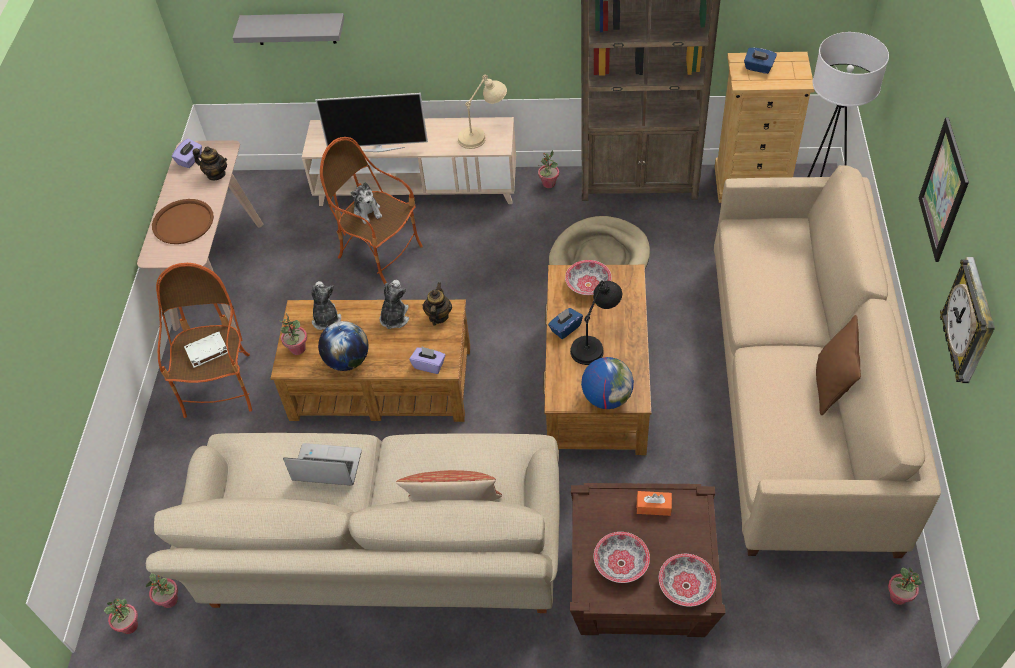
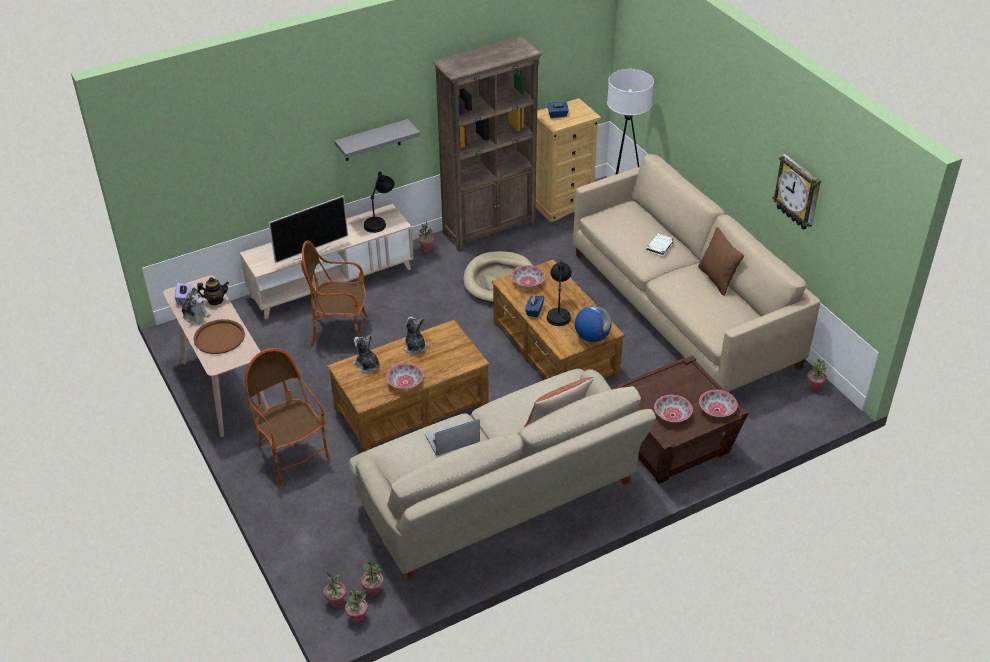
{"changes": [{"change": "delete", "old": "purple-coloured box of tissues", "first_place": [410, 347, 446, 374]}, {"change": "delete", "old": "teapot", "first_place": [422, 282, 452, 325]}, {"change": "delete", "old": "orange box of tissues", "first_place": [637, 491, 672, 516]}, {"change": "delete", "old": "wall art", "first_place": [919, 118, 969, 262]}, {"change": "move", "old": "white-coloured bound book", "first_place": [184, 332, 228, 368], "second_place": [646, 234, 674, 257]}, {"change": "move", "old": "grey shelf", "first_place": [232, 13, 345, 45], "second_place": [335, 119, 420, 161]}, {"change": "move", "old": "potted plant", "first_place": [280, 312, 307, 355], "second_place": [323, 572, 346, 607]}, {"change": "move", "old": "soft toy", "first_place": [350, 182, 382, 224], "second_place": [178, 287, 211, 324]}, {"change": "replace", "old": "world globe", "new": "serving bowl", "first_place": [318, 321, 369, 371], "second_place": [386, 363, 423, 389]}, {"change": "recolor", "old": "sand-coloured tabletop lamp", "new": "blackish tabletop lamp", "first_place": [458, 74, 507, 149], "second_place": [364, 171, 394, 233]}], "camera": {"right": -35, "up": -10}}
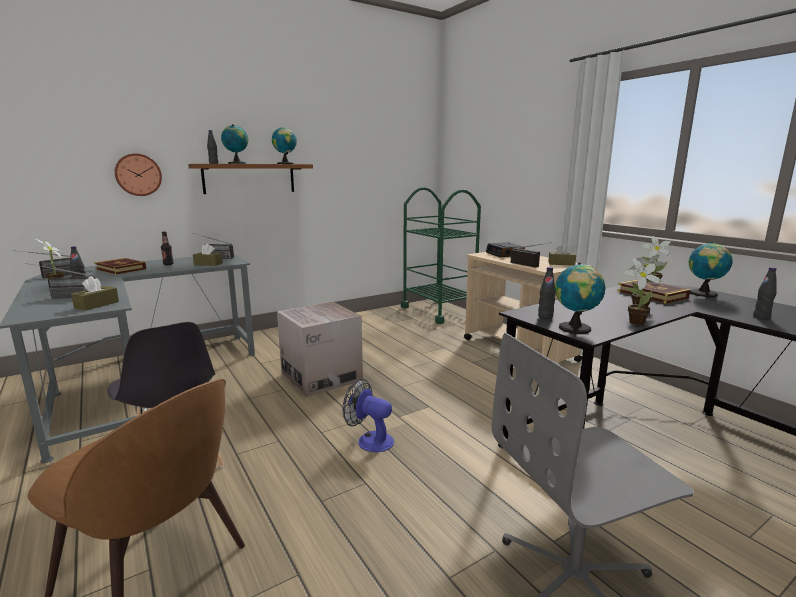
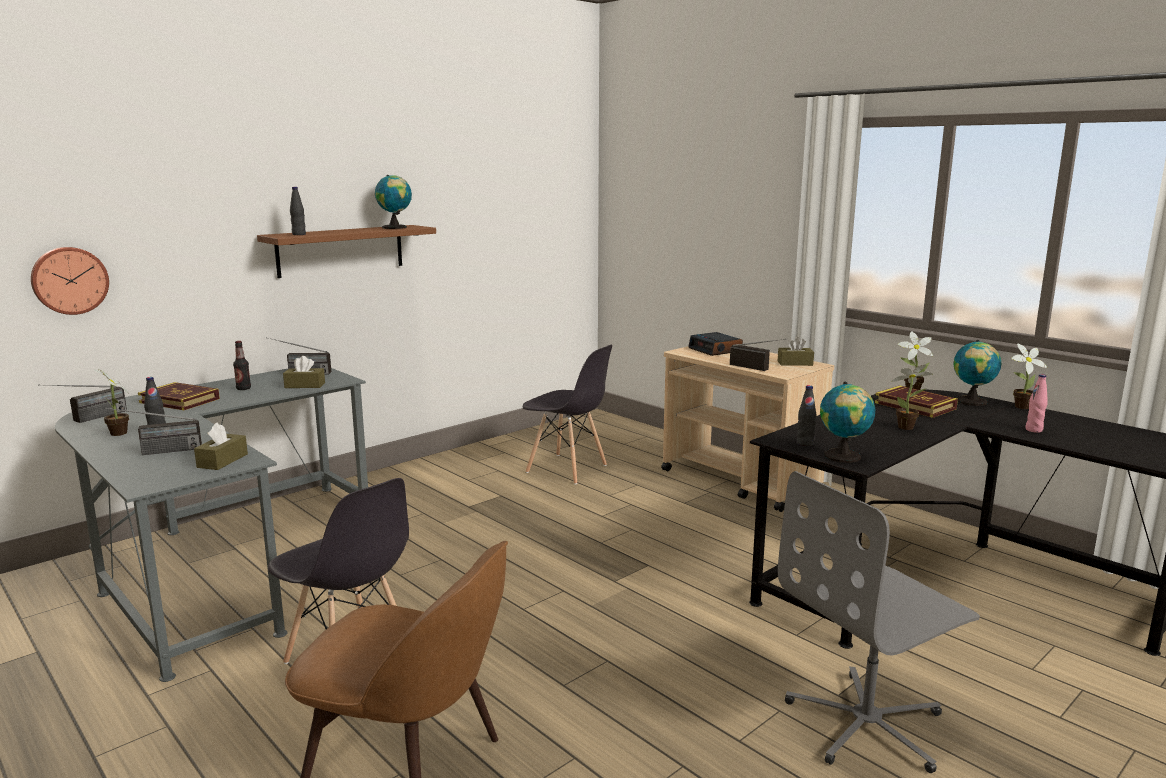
{"changes": [{"change": "delete", "old": "world globe", "first_place": [221, 124, 248, 164]}, {"change": "delete", "old": "cardboard box", "first_place": [277, 302, 363, 397]}, {"change": "delete", "old": "fan", "first_place": [342, 379, 394, 452]}, {"change": "delete", "old": "green-coloured wheeled cart", "first_place": [401, 187, 481, 324]}, {"change": "insert", "new": "grey plain chair", "second_place": [523, 345, 612, 485]}, {"change": "move", "old": "wall clock", "first_place": [114, 153, 162, 196], "second_place": [31, 247, 109, 315]}, {"change": "move", "old": "potted plant", "first_place": [624, 258, 663, 325], "second_place": [1011, 343, 1047, 409]}, {"change": "recolor", "old": "blackish beverage bottle", "new": "pink-coloured beverage bottle", "first_place": [753, 267, 777, 320], "second_place": [1025, 374, 1048, 433]}], "camera": {"right": -10, "up": 0}}
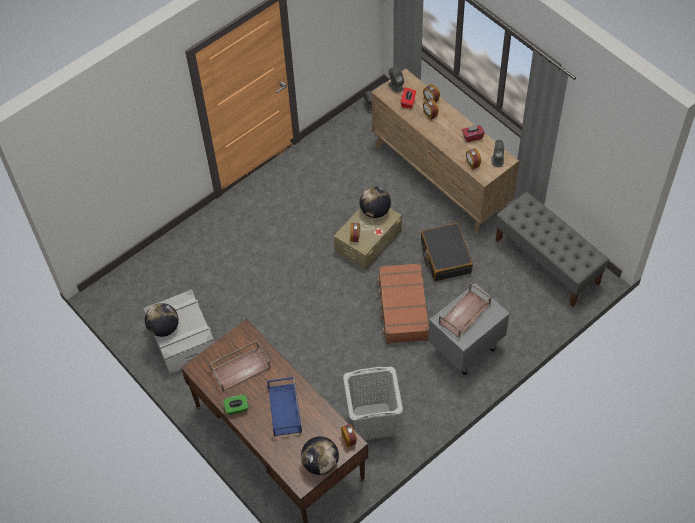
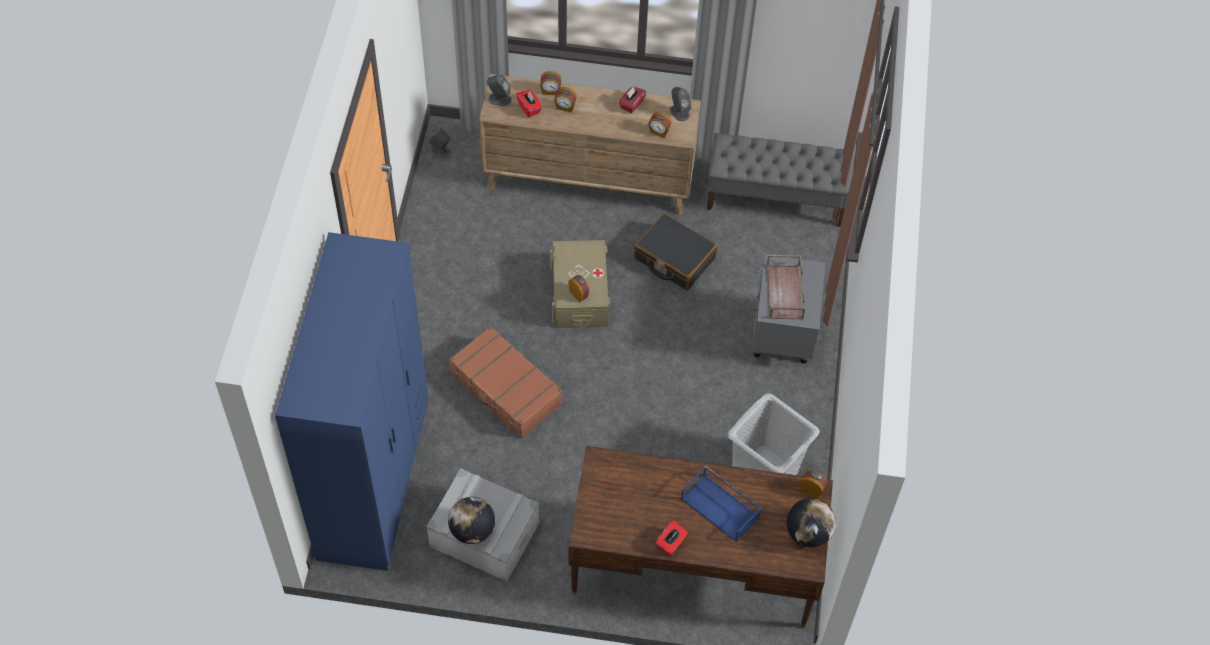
{"changes": [{"change": "delete", "old": "brown-coloured carrying tray", "first_place": [209, 340, 271, 392]}, {"change": "delete", "old": "world globe", "first_place": [359, 186, 391, 218]}, {"change": "insert", "new": "blue armoire", "second_place": [275, 232, 428, 571]}, {"change": "move", "old": "brown-coloured travel case", "first_place": [376, 263, 429, 344], "second_place": [449, 326, 563, 438]}, {"change": "recolor", "old": "green-coloured box of tissues", "new": "reddish box of tissues", "first_place": [223, 395, 249, 415], "second_place": [655, 520, 688, 556]}], "camera": {"right": -45, "up": 0}}
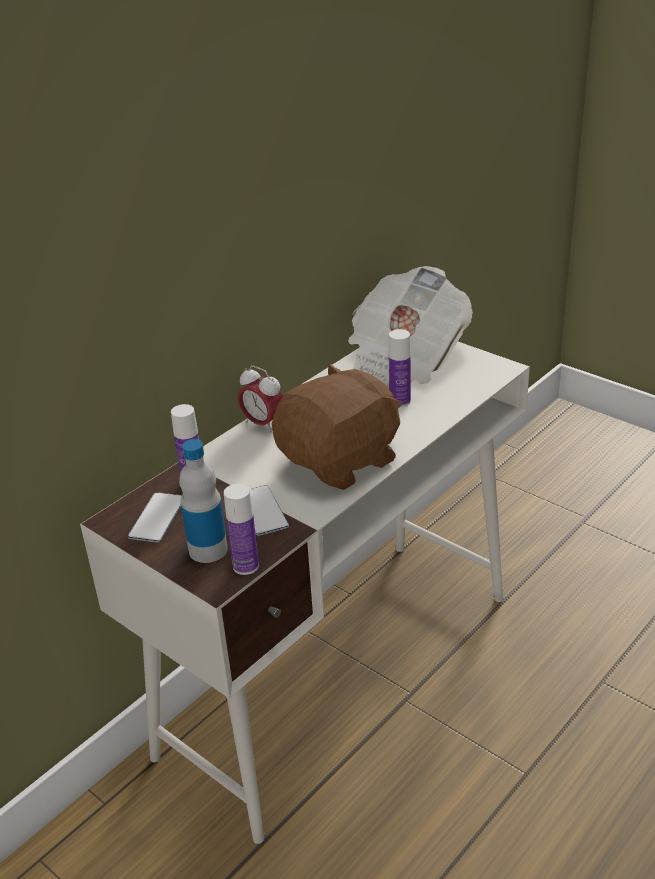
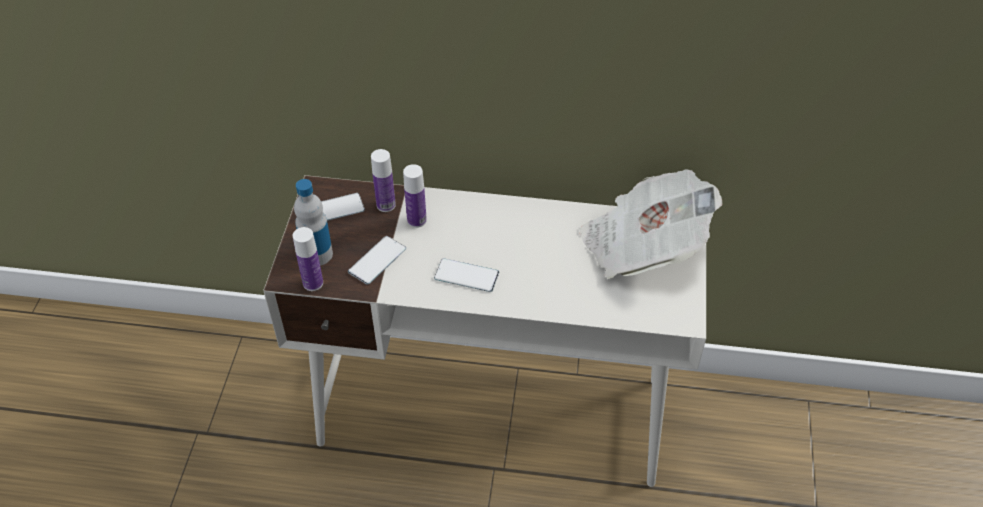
{"changes": [{"change": "delete", "old": "bedside clock", "first_place": [238, 366, 283, 433]}, {"change": "move", "old": "beverage bottle", "first_place": [389, 329, 411, 407], "second_place": [403, 164, 427, 228]}, {"change": "replace", "old": "brown-coloured soft toy", "new": "telephone", "first_place": [272, 363, 402, 490], "second_place": [434, 258, 499, 292]}], "camera": {"right": 55, "up": 15}}
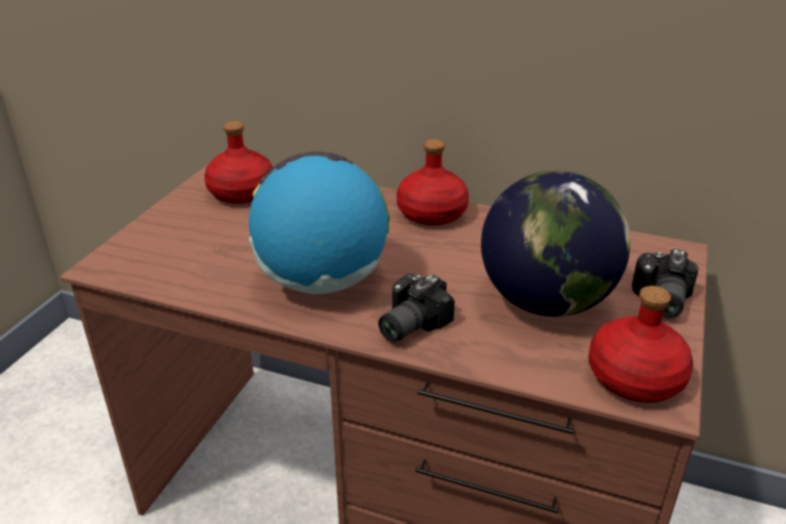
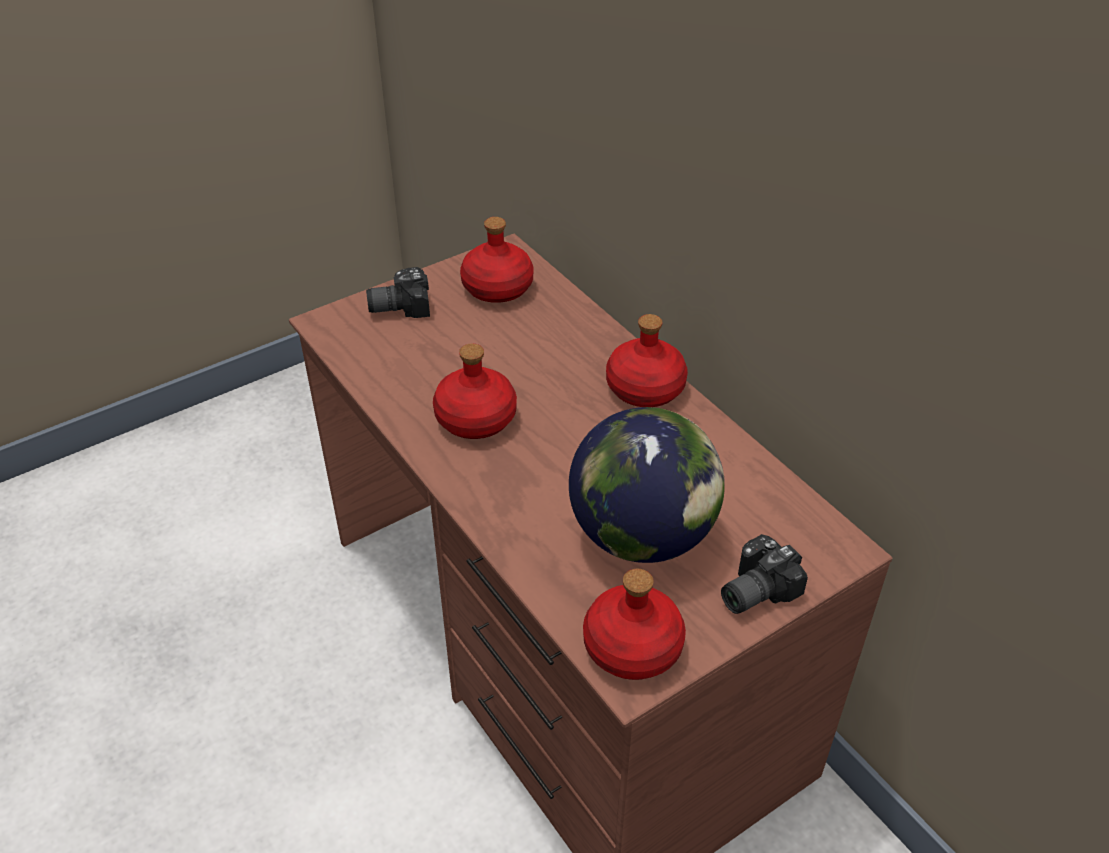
{"changes": [{"change": "move", "old": "photo camera", "first_place": [378, 273, 455, 342], "second_place": [366, 267, 430, 318]}, {"change": "replace", "old": "world globe", "new": "reddish beverage bottle", "first_place": [249, 152, 390, 294], "second_place": [433, 344, 517, 439]}], "camera": {"right": 35, "up": 10}}
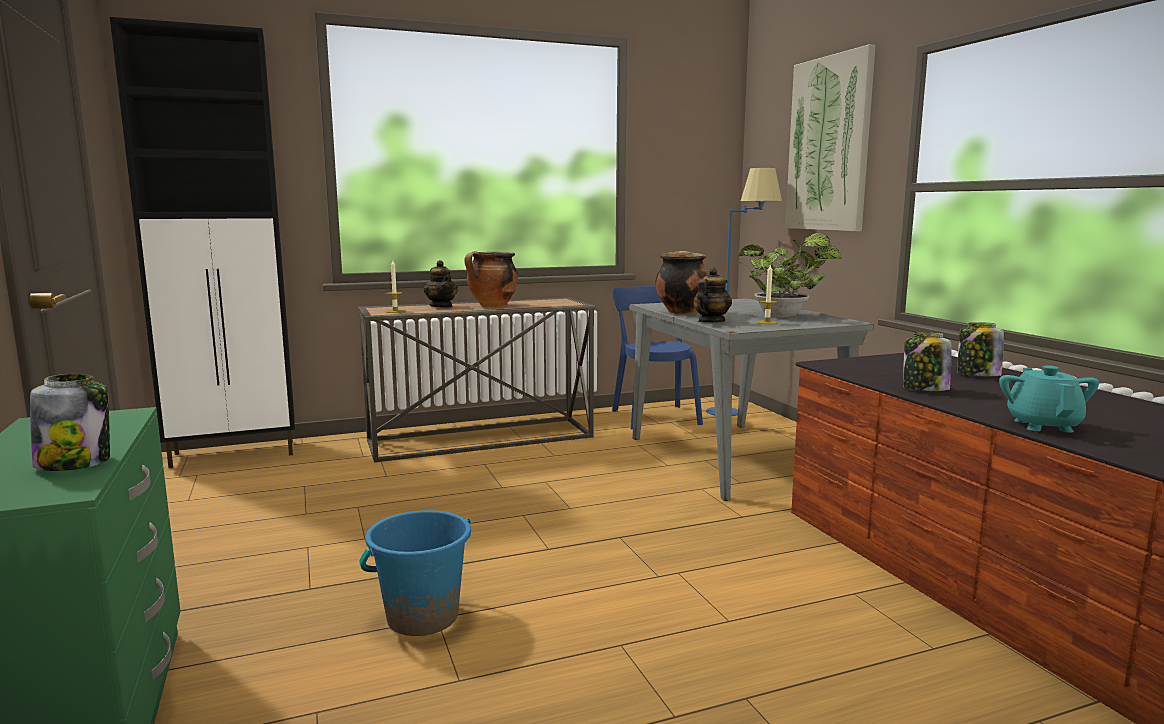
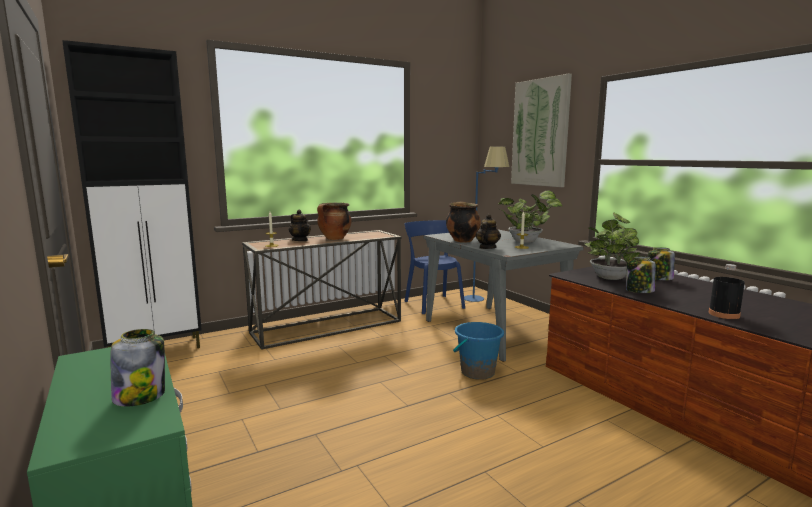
{"changes": [{"change": "insert", "new": "potted plant", "second_place": [584, 212, 640, 280]}, {"change": "move", "old": "blue bucket", "first_place": [359, 510, 471, 636], "second_place": [453, 322, 504, 380]}, {"change": "replace", "old": "blue-green teapot", "new": "blackish beverage bottle", "first_place": [999, 365, 1099, 433], "second_place": [709, 264, 745, 319]}], "camera": {"right": -10, "up": 0}}
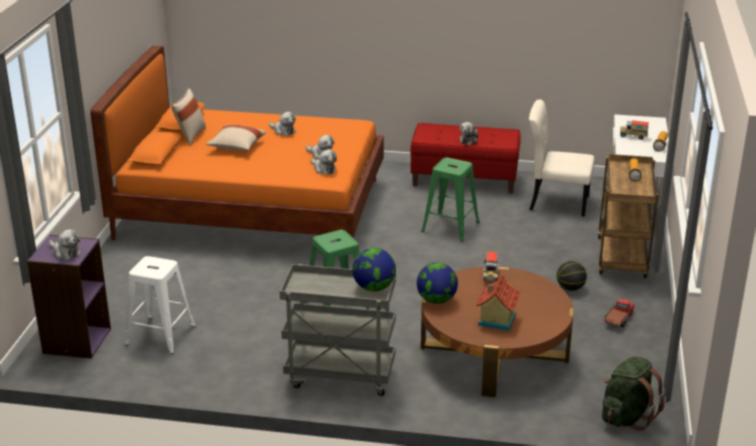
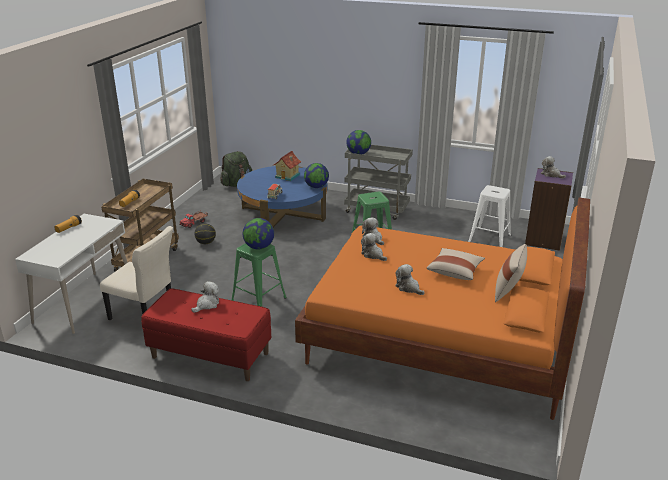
{"changes": [{"change": "delete", "old": "toy lorry", "first_place": [620, 120, 649, 140]}, {"change": "insert", "new": "world globe", "second_place": [243, 218, 274, 250]}, {"change": "recolor", "old": "brown-coloured coffee table", "new": "blue coffee table", "first_place": [421, 267, 574, 397], "second_place": [237, 166, 327, 228]}], "camera": {"right": -170, "up": 0}}
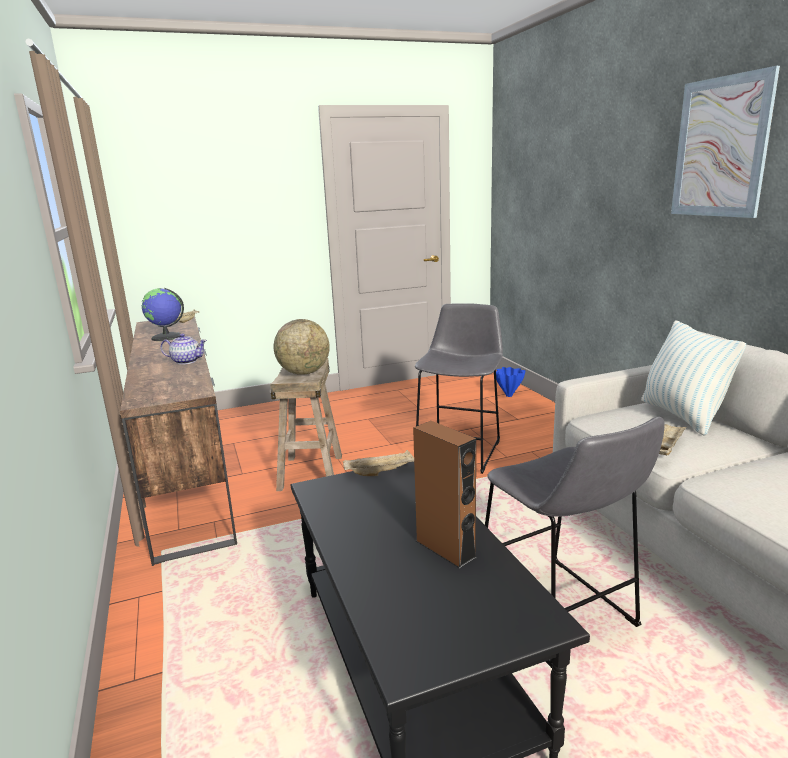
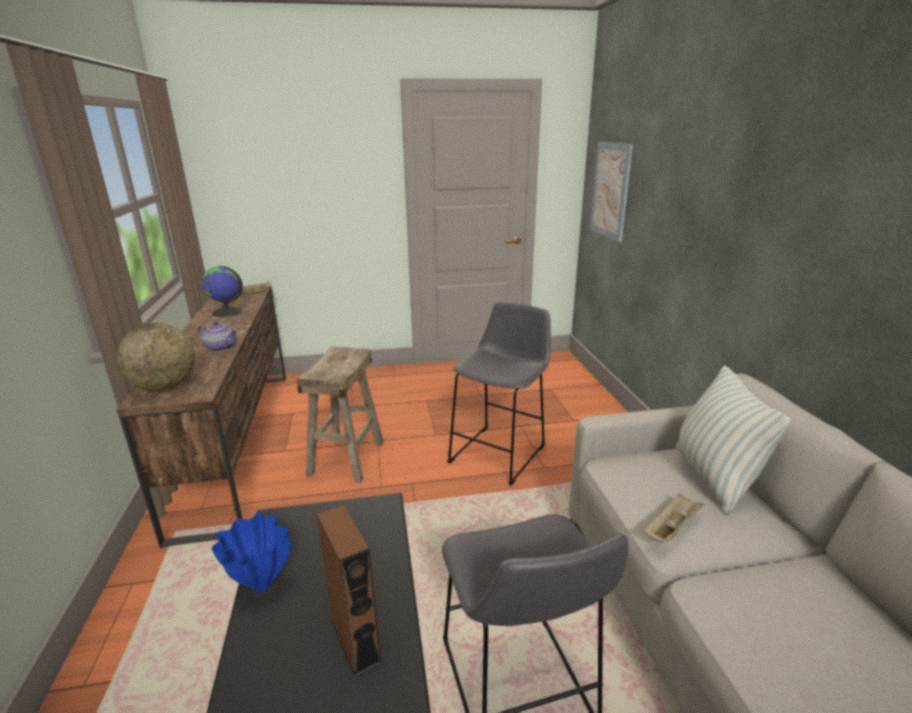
{"changes": [{"change": "delete", "old": "sand-coloured carrying tray", "first_place": [343, 450, 414, 476]}, {"change": "move", "old": "world globe", "first_place": [274, 319, 330, 375], "second_place": [117, 323, 195, 391]}, {"change": "move", "old": "blue vase", "first_place": [496, 367, 526, 397], "second_place": [212, 512, 290, 593]}, {"change": "move", "old": "wall art", "first_place": [671, 66, 780, 218], "second_place": [590, 142, 633, 242]}], "camera": {"right": 10, "up": 5}}
